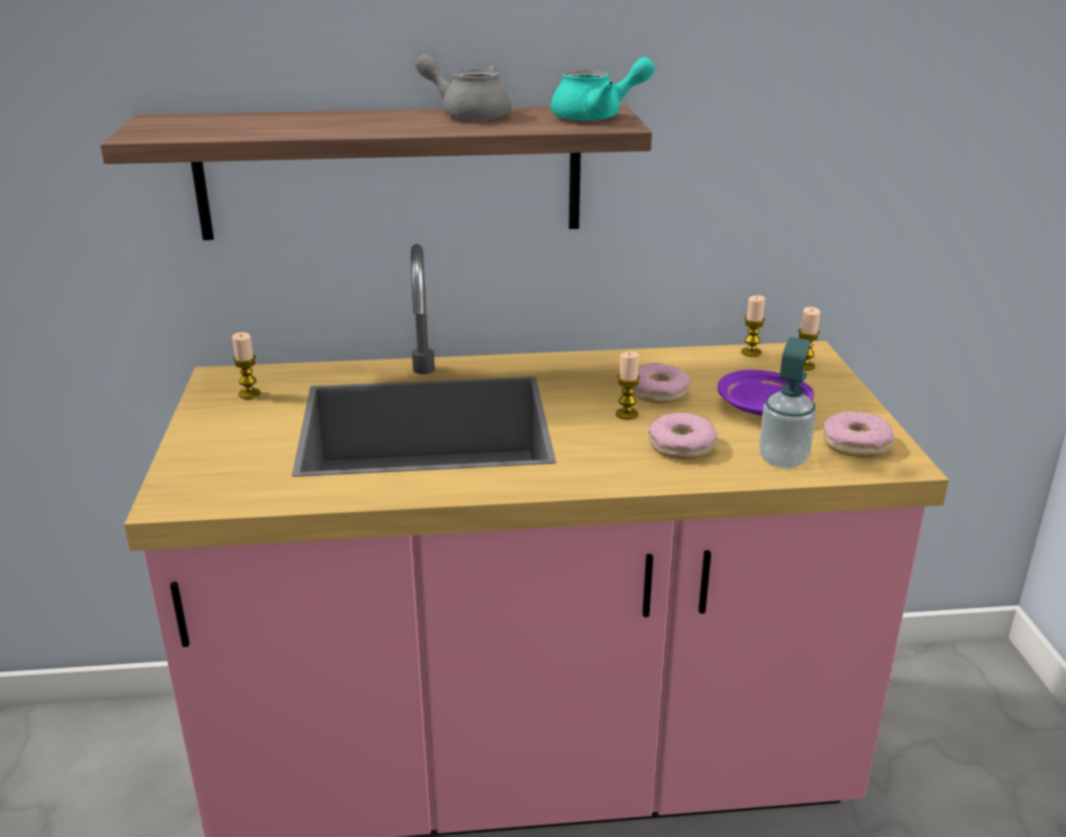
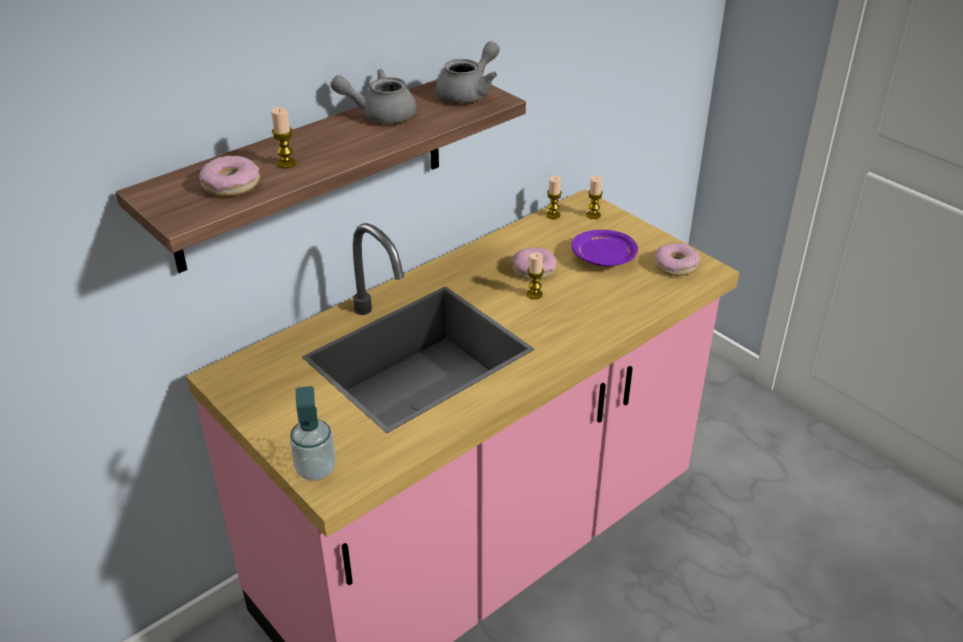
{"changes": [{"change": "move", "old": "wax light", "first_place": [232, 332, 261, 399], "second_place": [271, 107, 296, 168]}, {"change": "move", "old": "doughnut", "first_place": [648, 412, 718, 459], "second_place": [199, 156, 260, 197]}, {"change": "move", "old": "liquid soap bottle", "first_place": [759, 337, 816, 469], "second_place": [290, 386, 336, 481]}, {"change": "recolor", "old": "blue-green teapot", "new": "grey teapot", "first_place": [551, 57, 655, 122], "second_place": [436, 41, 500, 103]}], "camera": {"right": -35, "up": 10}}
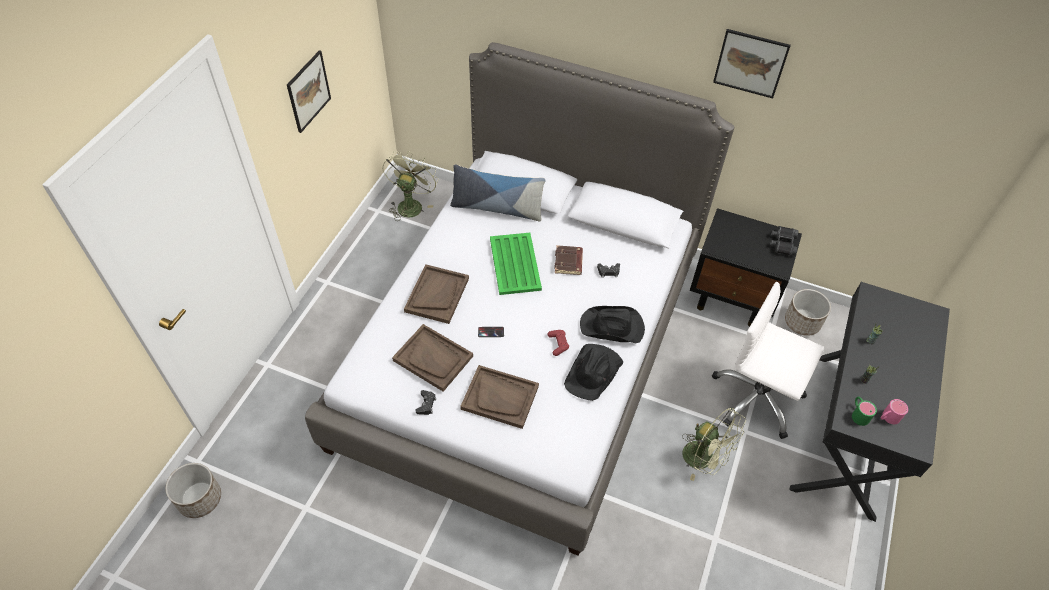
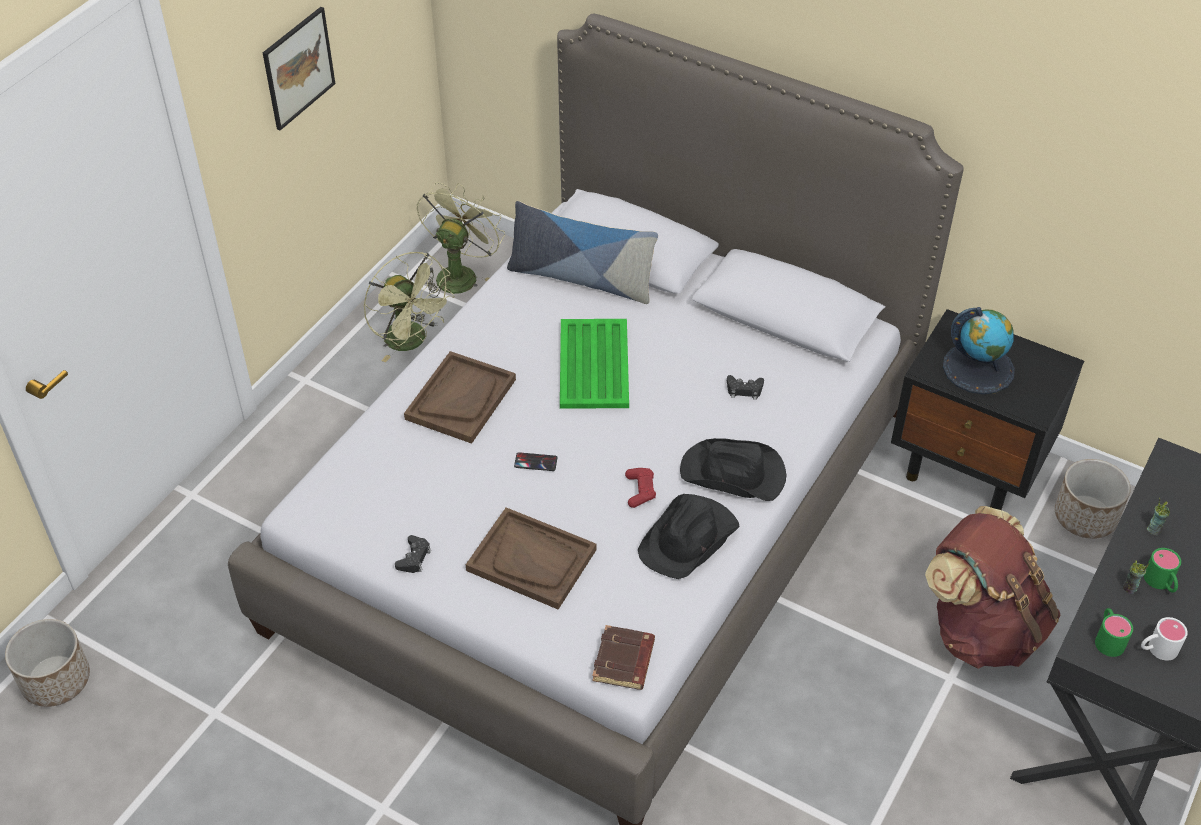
{"changes": [{"change": "delete", "old": "brown-coloured carrying tray", "first_place": [392, 324, 473, 392]}, {"change": "delete", "old": "wall art", "first_place": [713, 29, 791, 98]}, {"change": "delete", "old": "blackish binoculars", "first_place": [770, 226, 798, 256]}, {"change": "insert", "new": "world globe", "second_place": [943, 307, 1015, 395]}, {"change": "insert", "new": "green-coloured mug", "second_place": [1144, 548, 1181, 593]}, {"change": "move", "old": "brown-coloured bound book", "first_place": [554, 245, 583, 275], "second_place": [592, 625, 655, 690]}, {"change": "move", "old": "green-coloured fan", "first_place": [682, 407, 746, 481], "second_place": [363, 252, 455, 362]}, {"change": "replace", "old": "white-coloured office chair", "new": "brown-coloured backpack", "first_place": [712, 282, 824, 439], "second_place": [925, 506, 1060, 669]}, {"change": "recolor", "old": "pink-coloured mug", "new": "white-coloured mug", "first_place": [881, 399, 908, 424], "second_place": [1141, 617, 1188, 661]}], "camera": {"right": 10, "up": -5}}
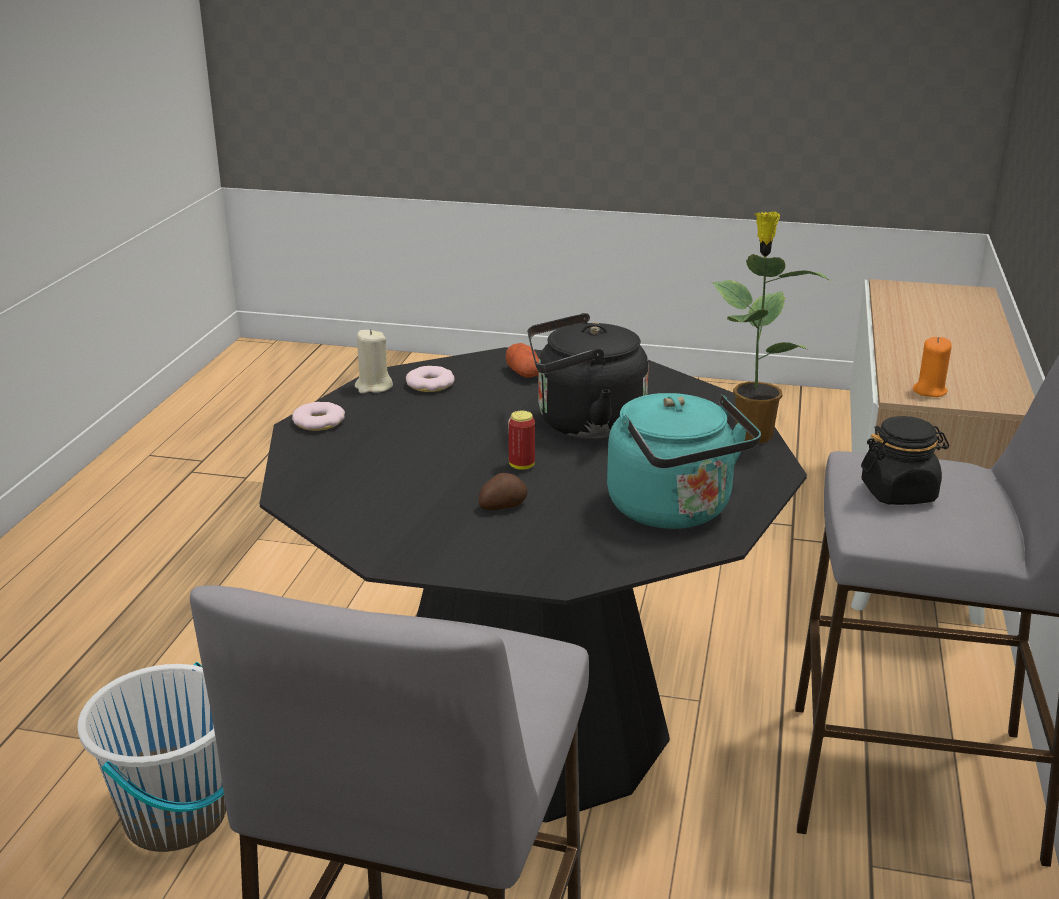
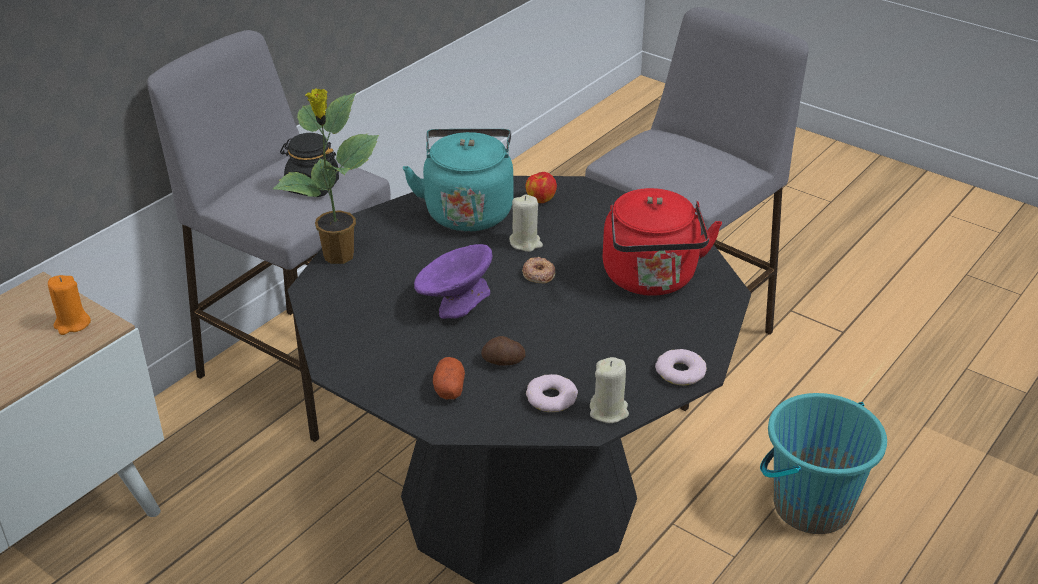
{"changes": [{"change": "insert", "new": "sand-coloured wax light", "second_place": [509, 195, 543, 252]}, {"change": "insert", "new": "apple fruit", "second_place": [525, 172, 557, 203]}, {"change": "insert", "new": "reddish tea kettle", "second_place": [603, 188, 722, 296]}, {"change": "move", "old": "potato", "first_place": [478, 473, 528, 510], "second_place": [481, 336, 525, 366]}, {"change": "replace", "old": "sealed can", "new": "doughnut", "first_place": [508, 410, 535, 470], "second_place": [522, 257, 555, 283]}, {"change": "replace", "old": "blackish tea kettle", "new": "purple-coloured serving bowl", "first_place": [528, 313, 649, 439], "second_place": [414, 244, 493, 319]}, {"change": "recolor", "old": "white-coloured bucket", "new": "blue-green bucket", "first_place": [78, 662, 226, 852], "second_place": [760, 393, 887, 534]}], "camera": {"right": -155, "up": 10}}
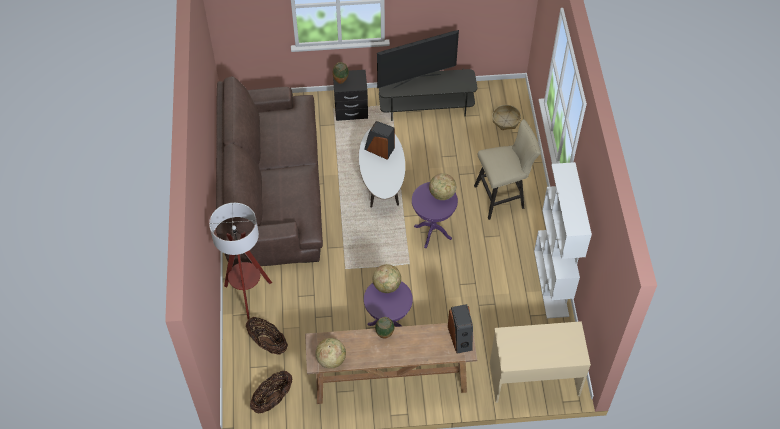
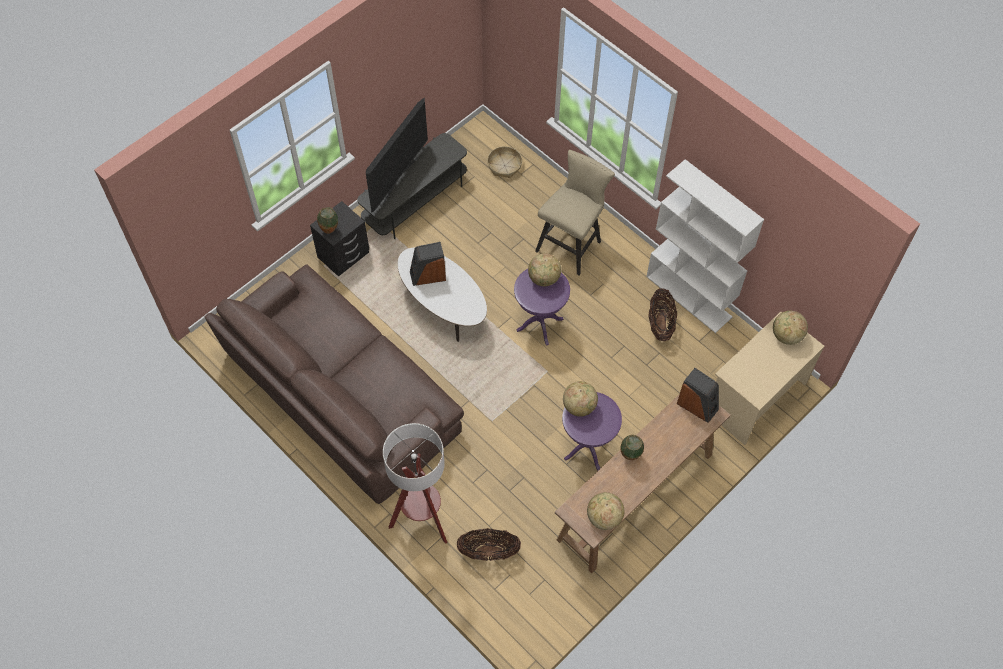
{"changes": [{"change": "insert", "new": "world globe", "second_place": [773, 311, 808, 345]}, {"change": "move", "old": "household basket", "first_place": [250, 371, 292, 414], "second_place": [648, 288, 677, 341]}], "camera": {"right": -40, "up": 5}}
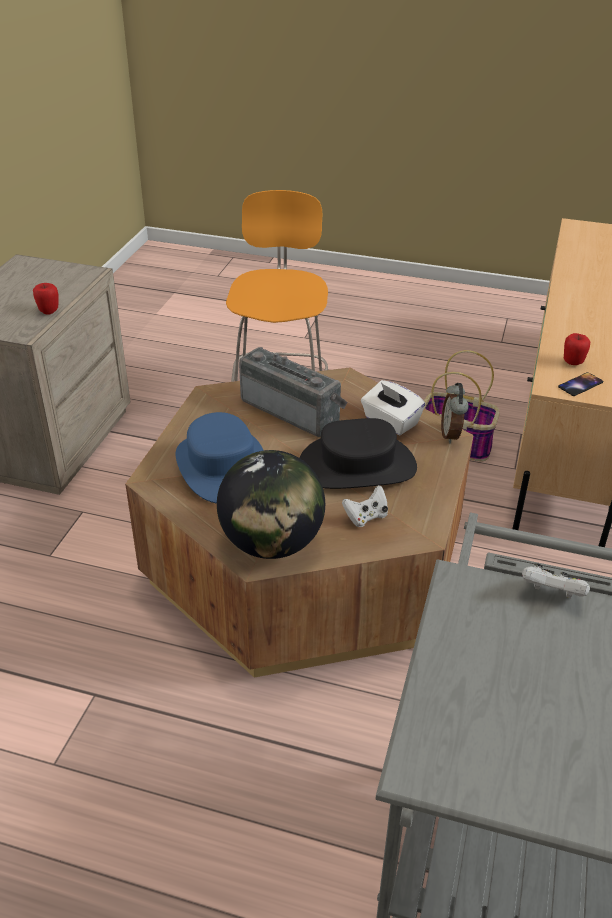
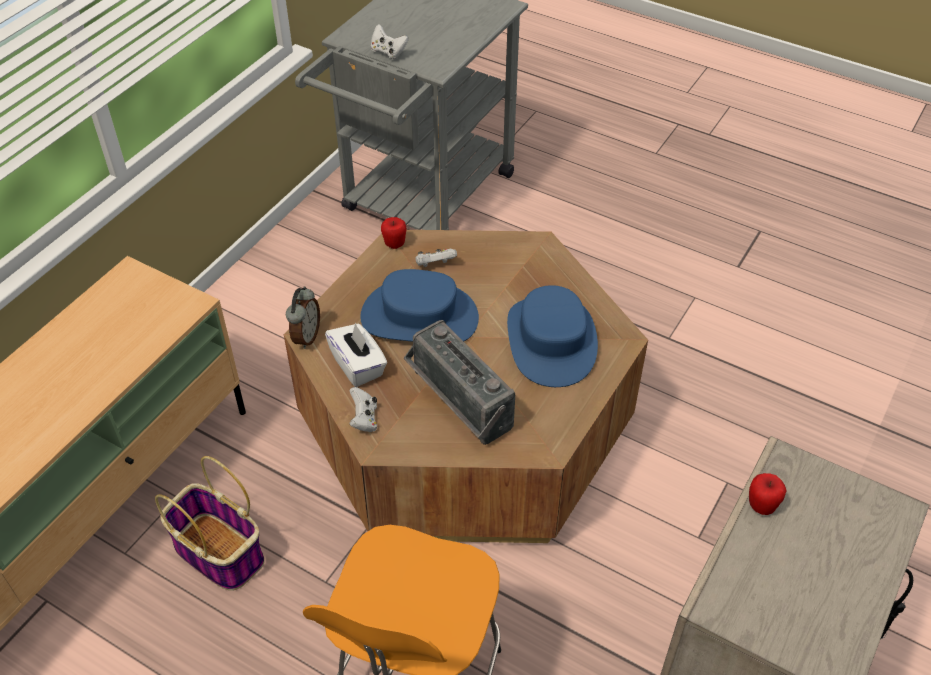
{"changes": [{"change": "delete", "old": "world globe", "first_place": [217, 450, 325, 559]}, {"change": "delete", "old": "telephone", "first_place": [558, 372, 603, 396]}, {"change": "insert", "new": "white-coloured game controller", "second_place": [349, 387, 377, 432]}, {"change": "move", "old": "apple fruit", "first_place": [564, 333, 590, 365], "second_place": [381, 217, 407, 249]}, {"change": "recolor", "old": "blackish wearable hat", "new": "blue wearable hat", "first_place": [300, 418, 417, 489], "second_place": [360, 269, 479, 342]}], "camera": {"right": -165, "up": 10}}
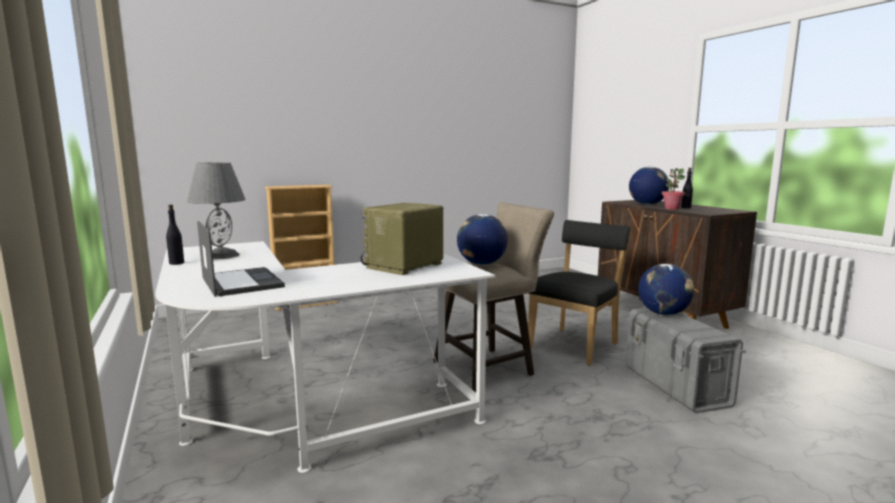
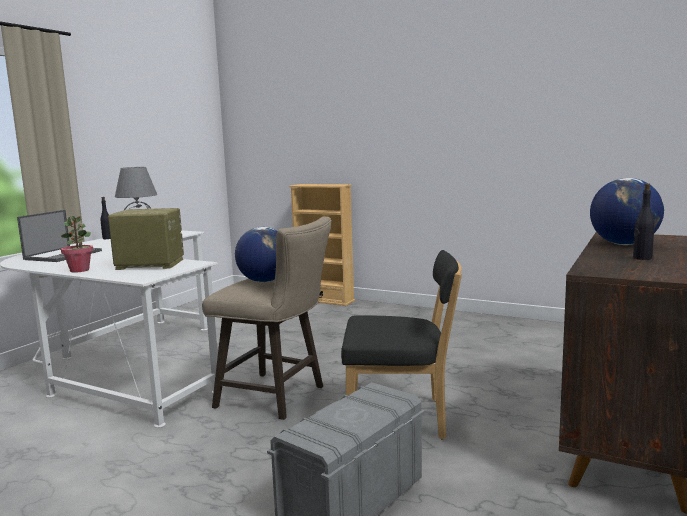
{"changes": [{"change": "delete", "old": "world globe", "first_place": [638, 264, 694, 315]}, {"change": "move", "old": "potted plant", "first_place": [662, 168, 685, 210], "second_place": [61, 216, 93, 272]}], "camera": {"right": 55, "up": 0}}
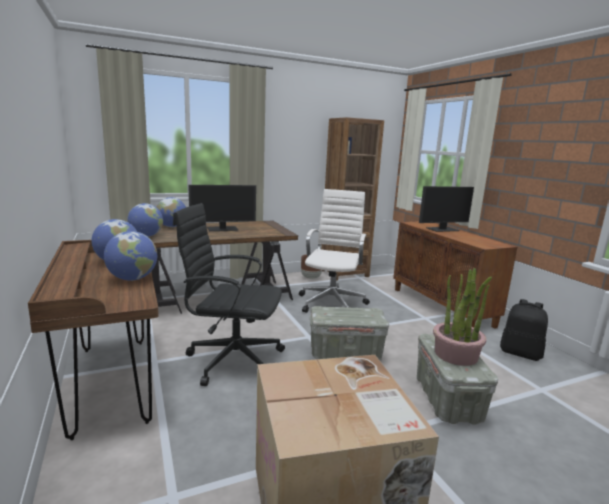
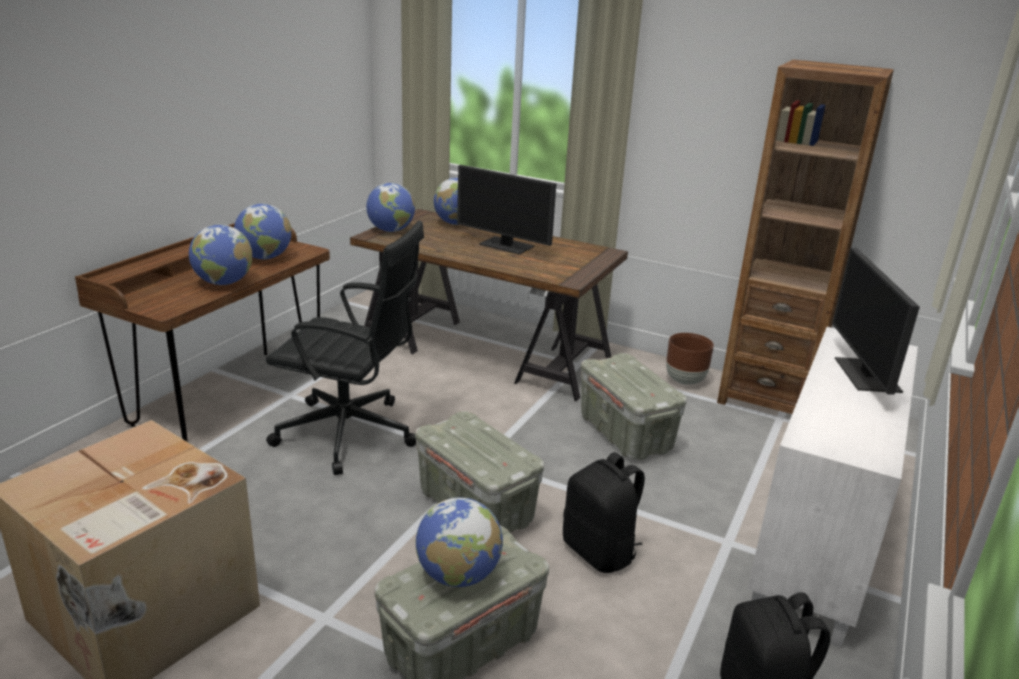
{"changes": [{"change": "insert", "new": "blackish backpack", "second_place": [563, 452, 645, 573]}, {"change": "replace", "old": "white-coloured office chair", "new": "grey storage bin", "first_place": [299, 189, 370, 313], "second_place": [581, 353, 687, 460]}, {"change": "replace", "old": "potted plant", "new": "world globe", "first_place": [433, 268, 492, 366], "second_place": [415, 498, 503, 587]}, {"change": "recolor", "old": "brown-coloured cupboard", "new": "white-coloured cupboard", "first_place": [393, 221, 517, 329], "second_place": [748, 327, 918, 648]}, {"change": "rotate", "old": "blackish office chair", "first_place": [173, 203, 285, 386], "second_place": [266, 221, 424, 475], "degrees": 135}, {"change": "rotate", "old": "computer screen", "first_place": [419, 186, 474, 232], "second_place": [832, 247, 920, 395], "degrees": 60}], "camera": {"right": 50, "up": 10}}
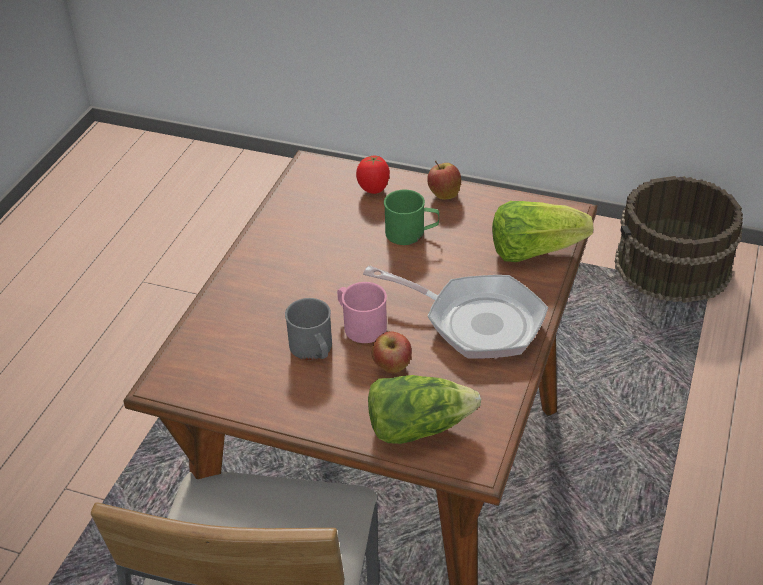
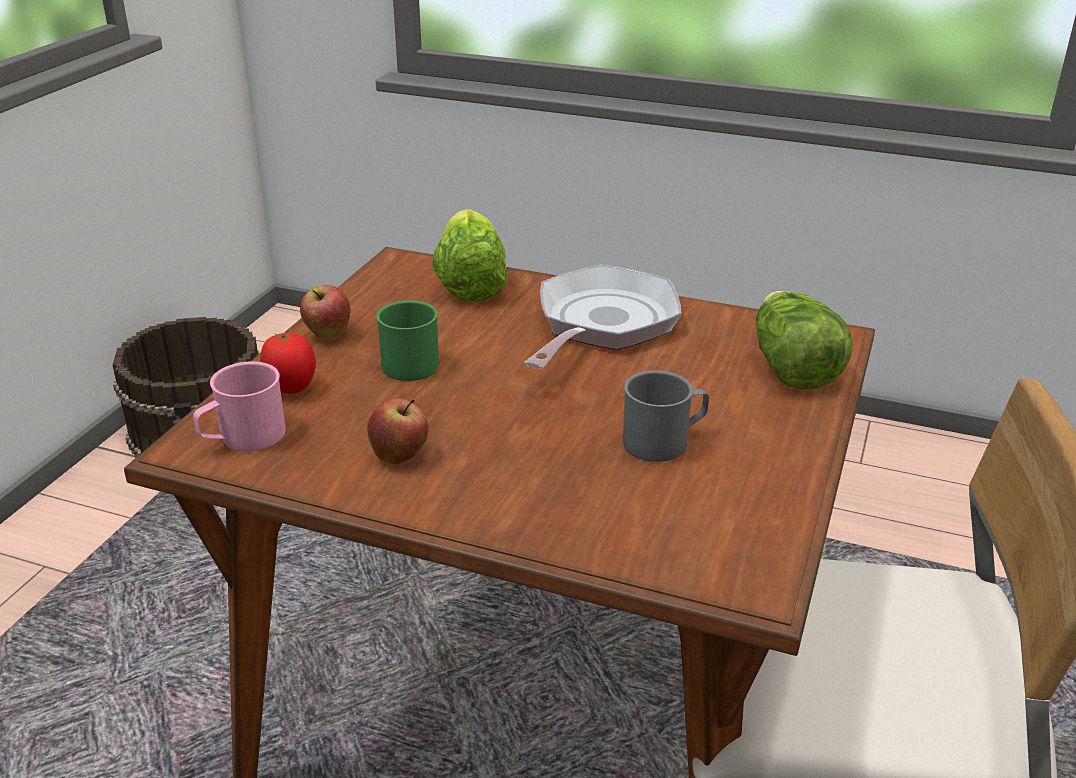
{"changes": [{"change": "move", "old": "pink-coloured mug", "first_place": [337, 282, 387, 343], "second_place": [193, 361, 286, 452]}, {"change": "move", "old": "apple fruit", "first_place": [371, 331, 412, 373], "second_place": [367, 399, 429, 464]}], "camera": {"right": -90, "up": -10}}
